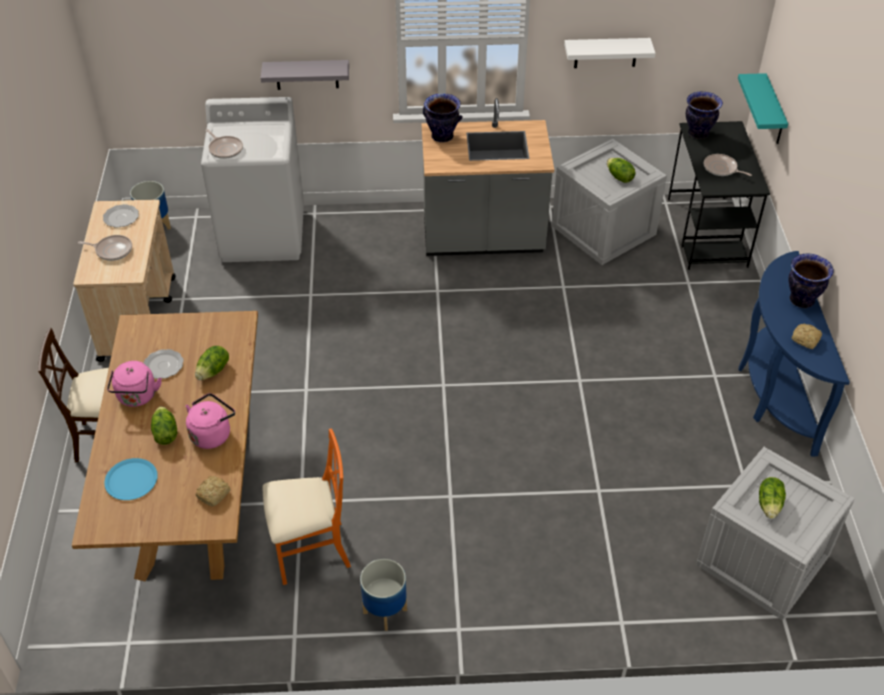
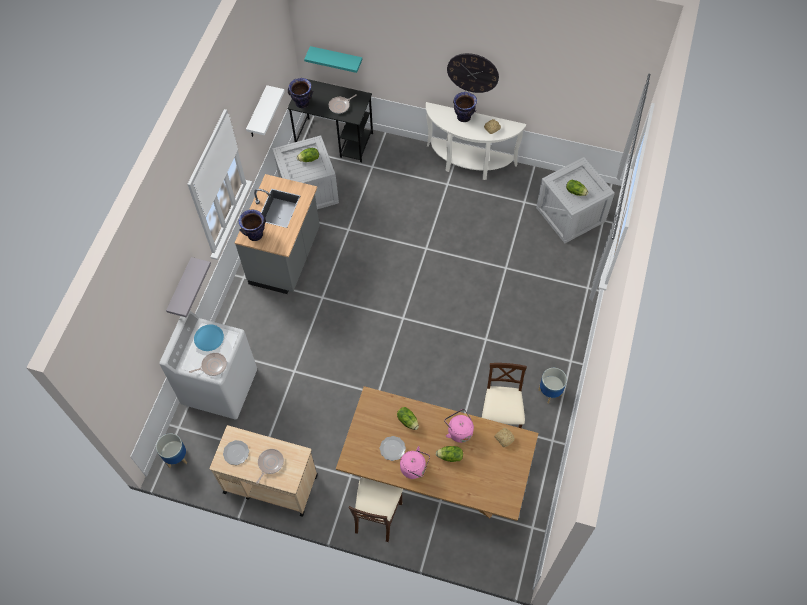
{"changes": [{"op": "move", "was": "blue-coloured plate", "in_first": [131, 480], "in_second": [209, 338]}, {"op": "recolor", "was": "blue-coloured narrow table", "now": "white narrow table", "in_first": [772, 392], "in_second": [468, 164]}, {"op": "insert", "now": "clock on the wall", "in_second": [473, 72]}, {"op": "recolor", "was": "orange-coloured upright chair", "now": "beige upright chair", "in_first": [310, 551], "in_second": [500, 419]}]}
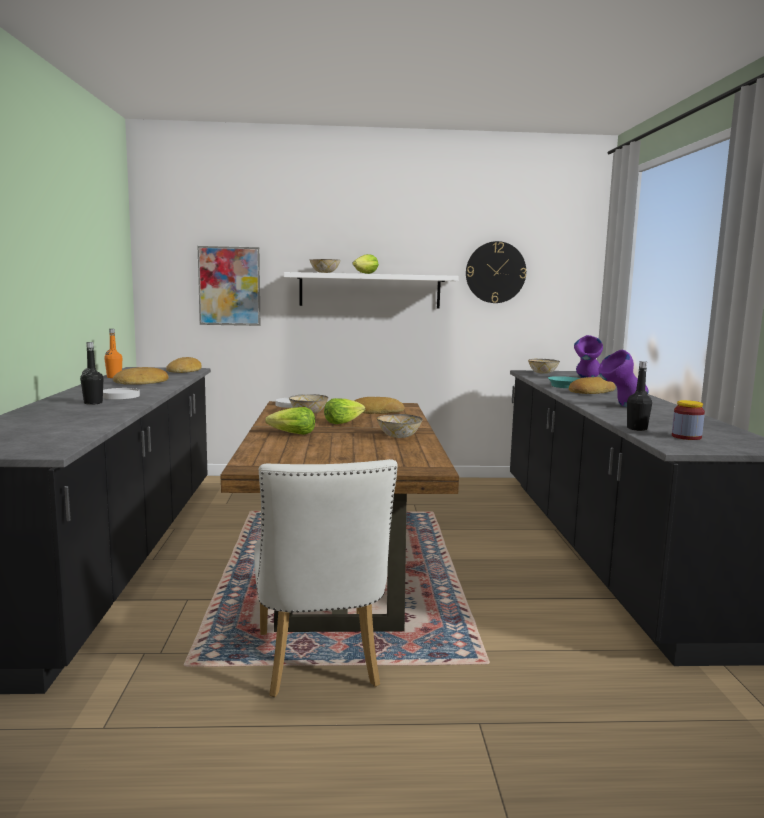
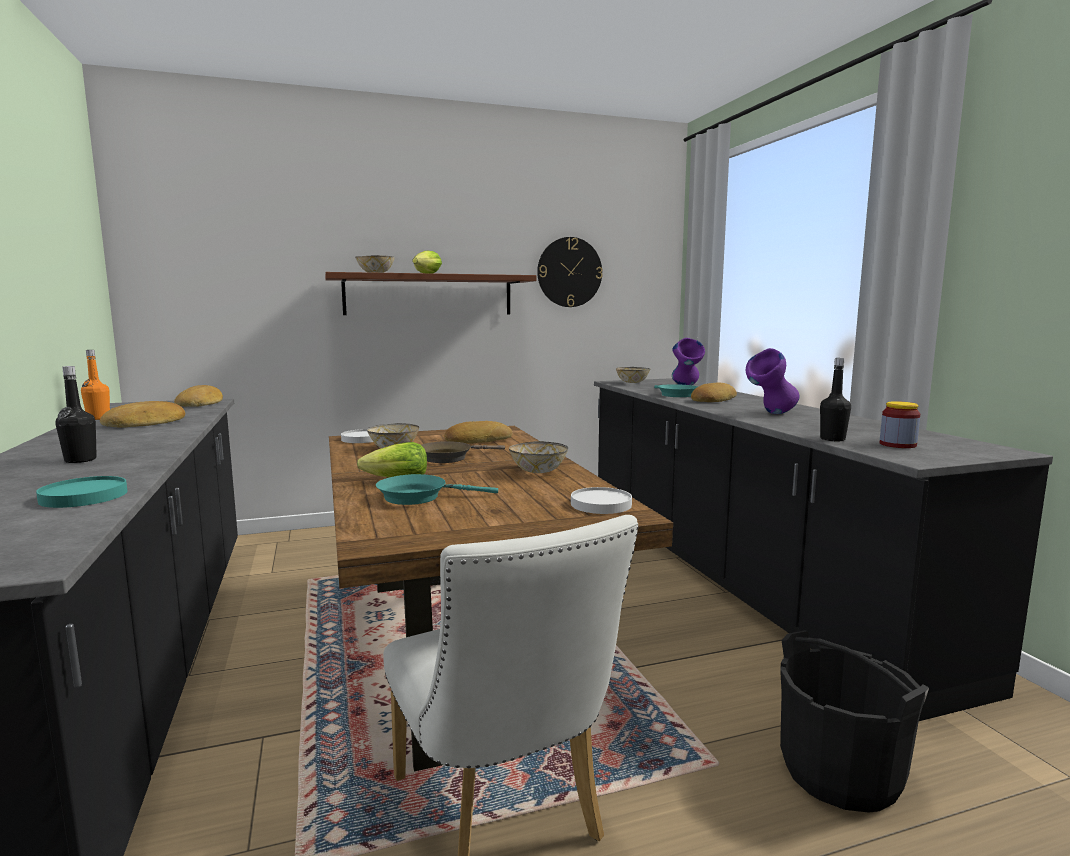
{"changes": [{"op": "insert", "now": "turquoise plate", "in_second": [83, 496]}, {"op": "recolor", "was": "white wall shelf", "now": "brown-coloured wall shelf", "in_first": [370, 290], "in_second": [429, 295]}, {"op": "insert", "now": "turquoise skillet", "in_second": [418, 497]}, {"op": "replace", "was": "head of lettuce", "now": "brown-coloured skillet", "in_first": [342, 422], "in_second": [449, 457]}, {"op": "move", "was": "white plate", "in_first": [120, 396], "in_second": [600, 504]}, {"op": "insert", "now": "blackish bucket", "in_second": [840, 773]}, {"op": "delete", "was": "picture", "in_first": [229, 286]}]}
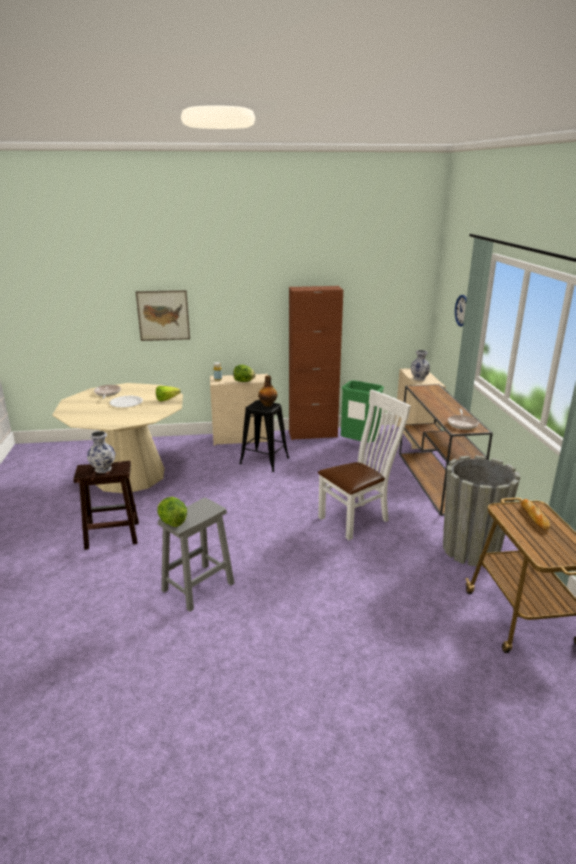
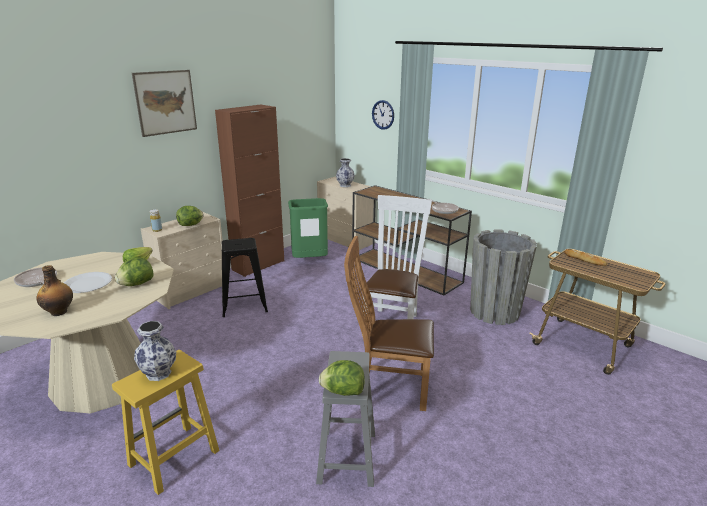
{"changes": [{"op": "move", "was": "beverage bottle", "in_first": [268, 405], "in_second": [59, 312]}, {"op": "recolor", "was": "brown-coloured sitting stool", "now": "yellow-coloured sitting stool", "in_first": [111, 535], "in_second": [173, 459]}, {"op": "insert", "now": "head of lettuce", "in_second": [136, 284]}, {"op": "move", "was": "picture", "in_first": [163, 315], "in_second": [165, 102]}, {"op": "insert", "now": "brown-coloured upright chair", "in_second": [388, 387]}]}
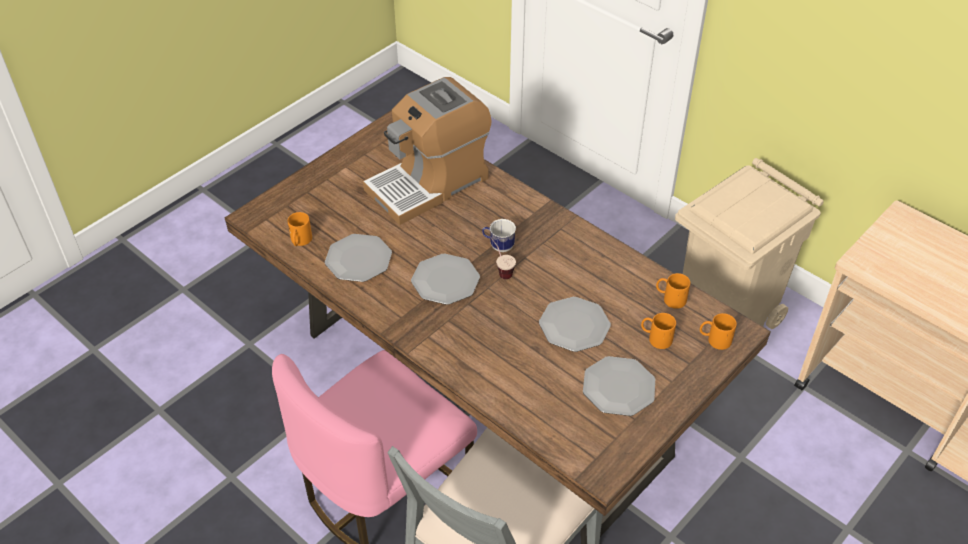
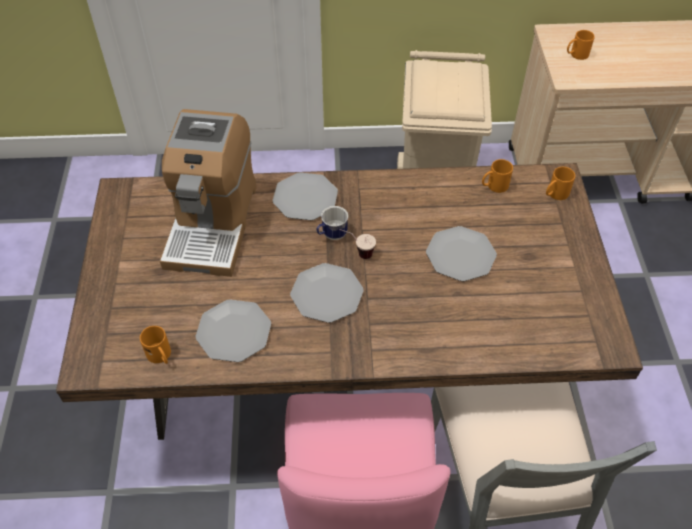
{"changes": [{"op": "move", "was": "plate", "in_first": [618, 387], "in_second": [305, 197]}, {"op": "move", "was": "orange-coloured tea mug", "in_first": [655, 338], "in_second": [576, 55]}]}
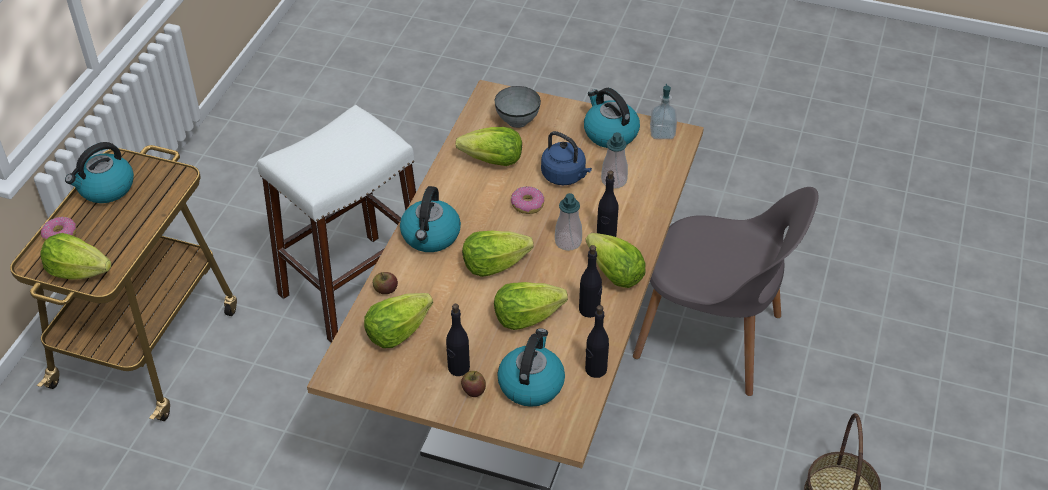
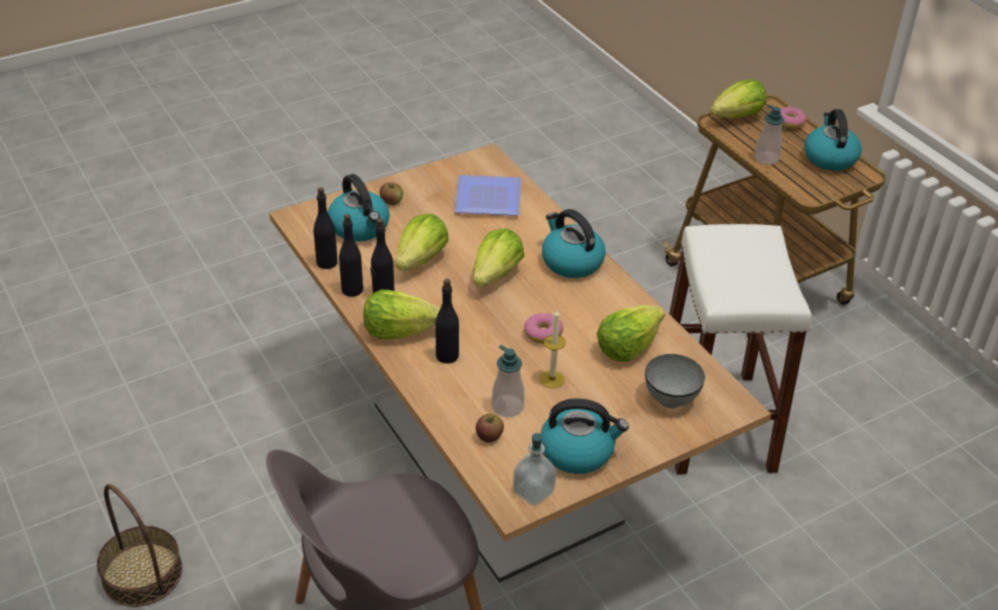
{"changes": [{"op": "move", "was": "blackish beverage bottle", "in_first": [458, 368], "in_second": [352, 289]}, {"op": "replace", "was": "head of lettuce", "now": "plate", "in_first": [397, 332], "in_second": [490, 197]}, {"op": "move", "was": "apple", "in_first": [385, 290], "in_second": [489, 436]}, {"op": "replace", "was": "blue-coloured water kettle", "now": "candle", "in_first": [565, 176], "in_second": [552, 379]}, {"op": "move", "was": "soap bottle", "in_first": [568, 242], "in_second": [766, 158]}]}
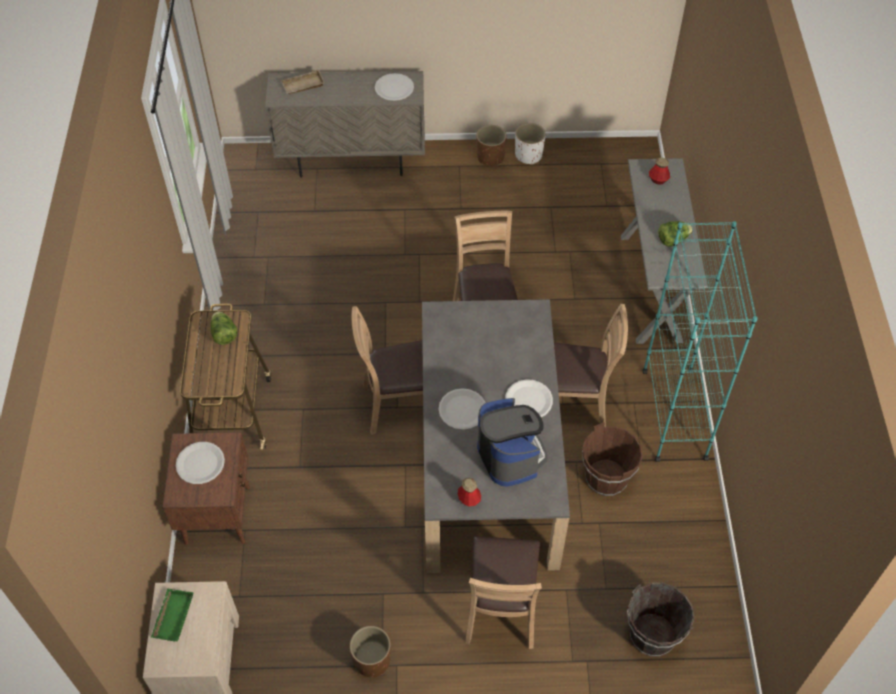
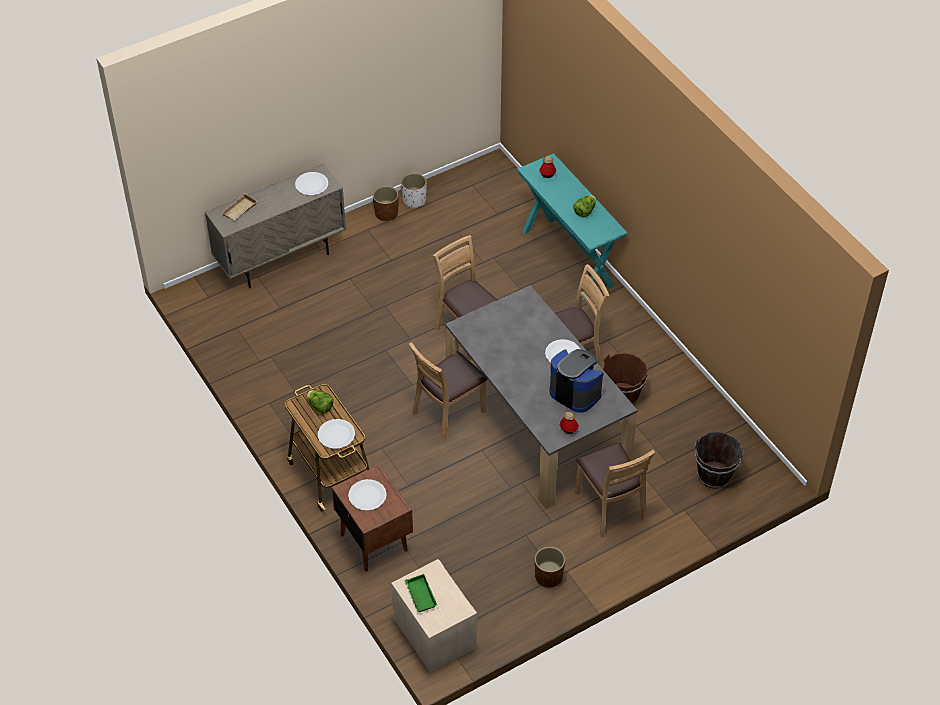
{"changes": [{"op": "move", "was": "white plate", "in_first": [462, 410], "in_second": [336, 434]}, {"op": "recolor", "was": "gray narrow table", "now": "turquoise narrow table", "in_first": [651, 287], "in_second": [567, 258]}, {"op": "delete", "was": "turquoise shelving unit", "in_first": [674, 413]}]}
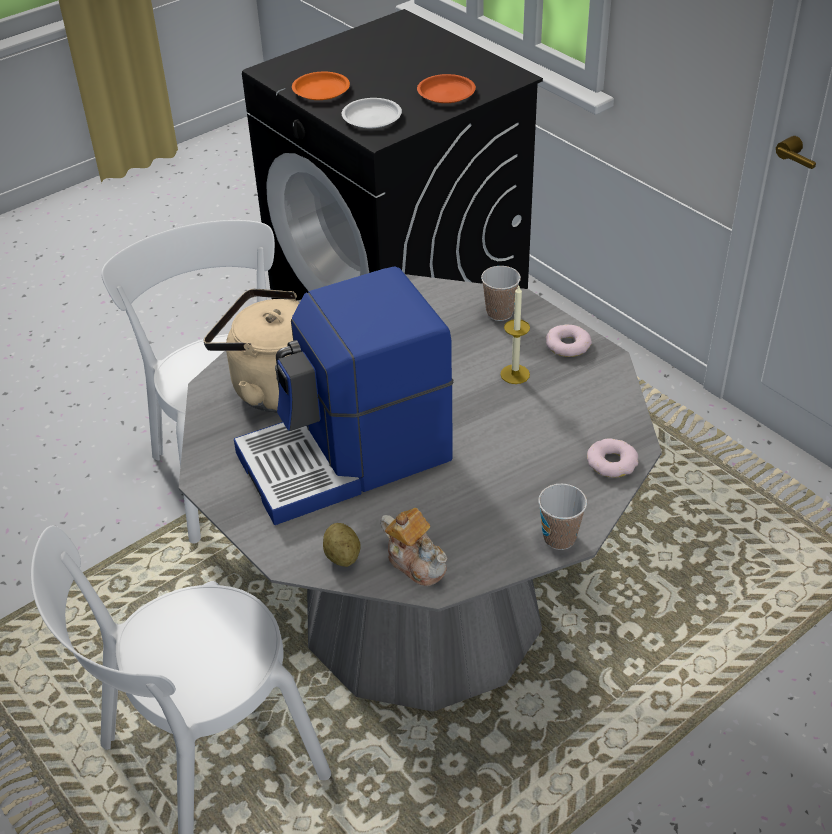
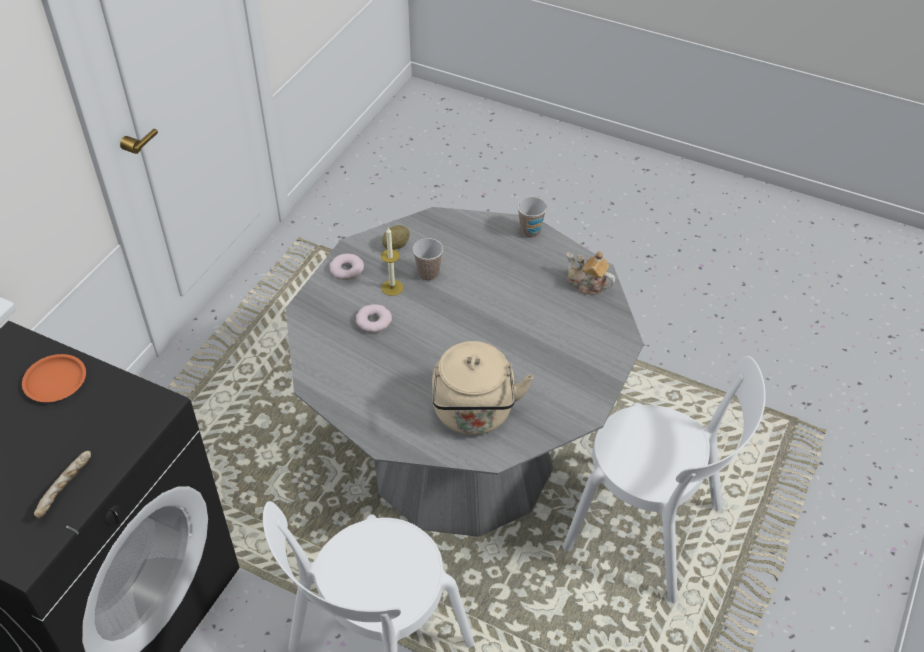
{"changes": [{"op": "replace", "was": "orange-coloured plate", "now": "baked bread", "in_first": [321, 90], "in_second": [66, 489]}, {"op": "move", "was": "doughnut", "in_first": [612, 462], "in_second": [373, 321]}, {"op": "move", "was": "spud", "in_first": [342, 556], "in_second": [396, 245]}, {"op": "move", "was": "drinking cup", "in_first": [499, 313], "in_second": [428, 273]}, {"op": "rotate", "was": "teapot", "in_first": [416, 562], "in_second": [587, 284], "clockwise": -75}, {"op": "delete", "was": "coffee maker", "in_first": [347, 458]}, {"op": "delete", "was": "white plate", "in_first": [371, 118]}]}
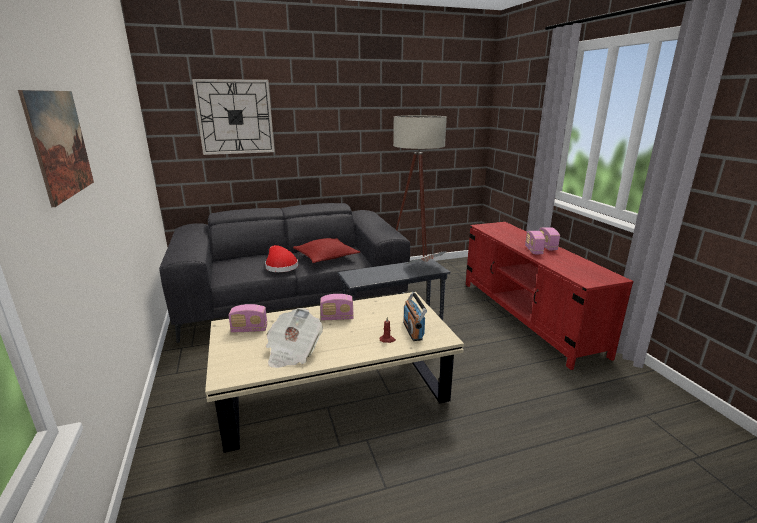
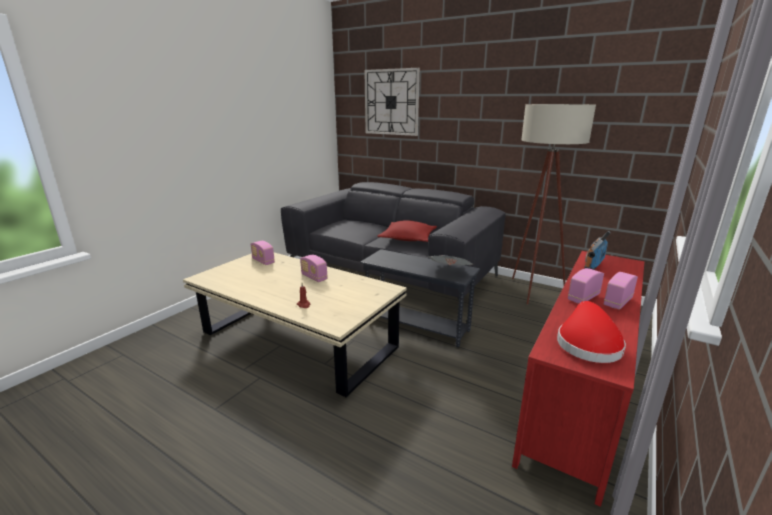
{"changes": [{"op": "move", "was": "red-coloured clothing hat", "in_first": [280, 266], "in_second": [587, 343]}, {"op": "move", "was": "radio set", "in_first": [413, 331], "in_second": [594, 264]}, {"op": "delete", "was": "picture", "in_first": [60, 144]}, {"op": "delete", "was": "daily paper", "in_first": [292, 352]}]}
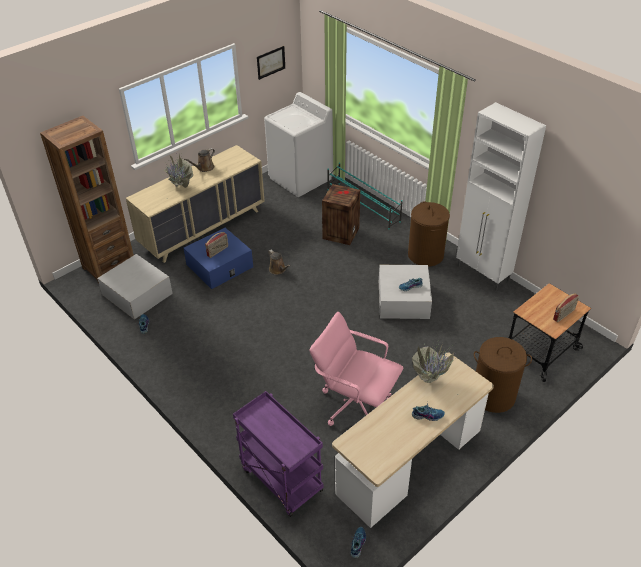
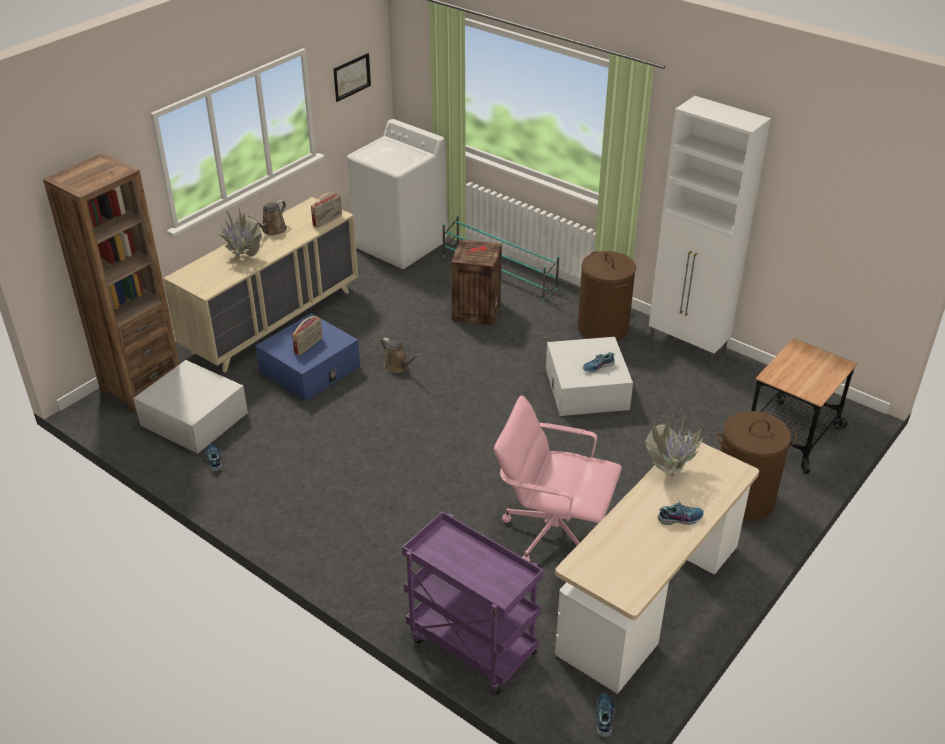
{"changes": [{"op": "move", "was": "radio set", "in_first": [564, 315], "in_second": [328, 221]}]}
